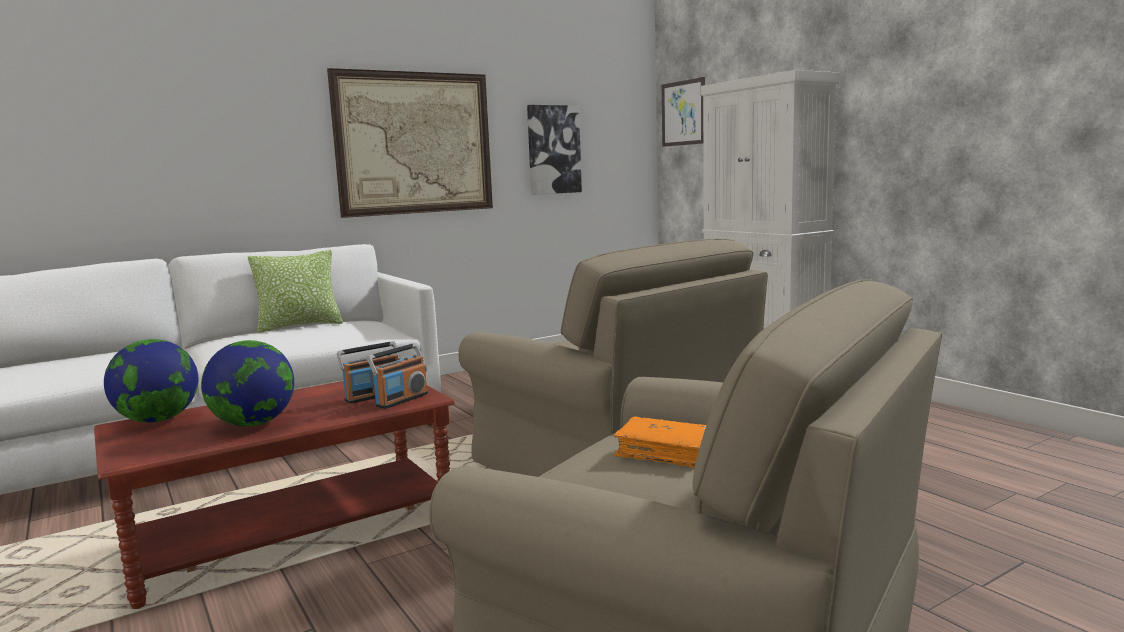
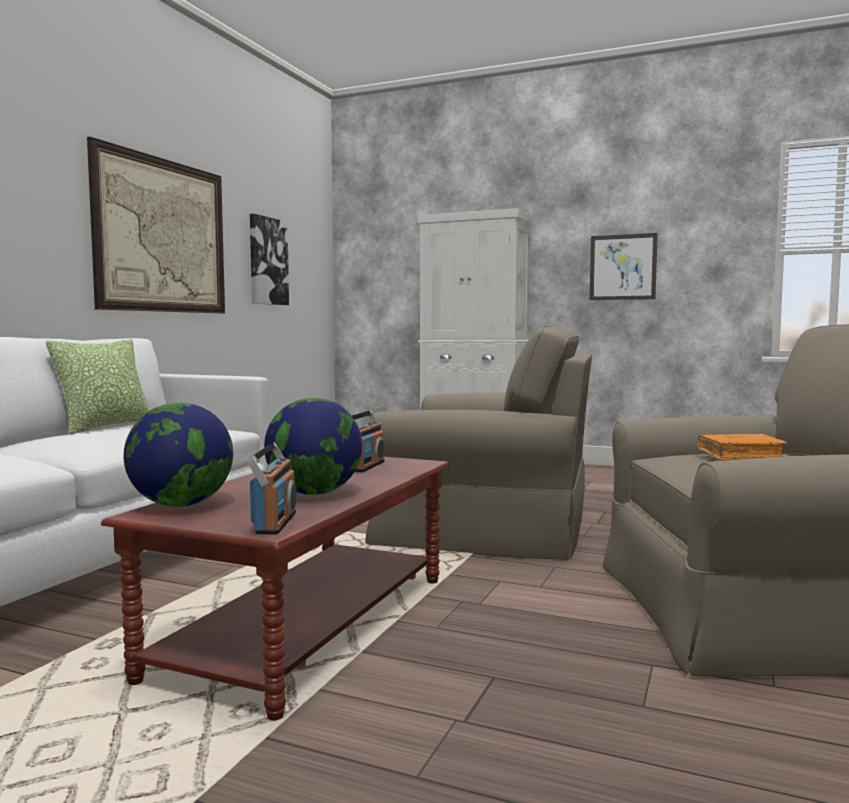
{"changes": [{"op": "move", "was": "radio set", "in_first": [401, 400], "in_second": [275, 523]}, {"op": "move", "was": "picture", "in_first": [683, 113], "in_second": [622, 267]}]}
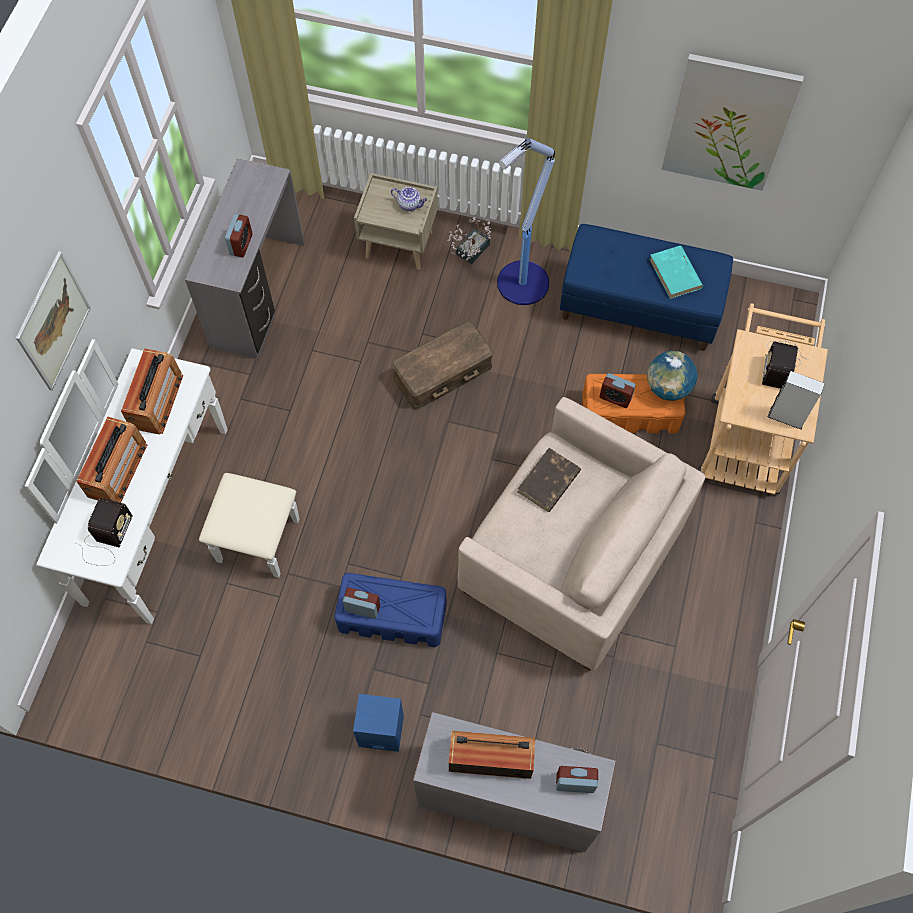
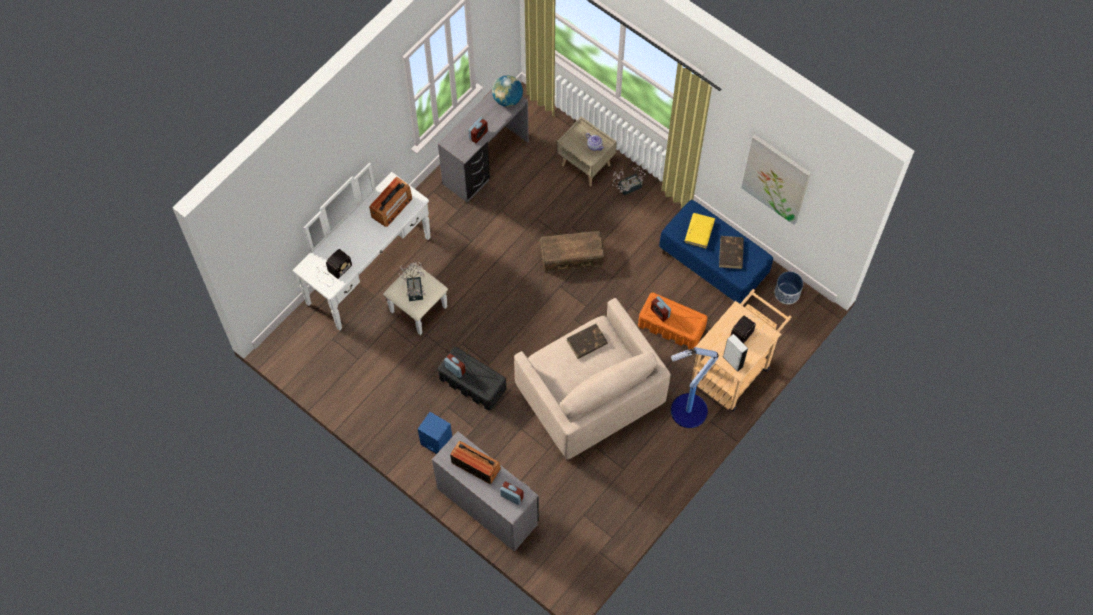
{"changes": [{"op": "insert", "now": "potted plant", "in_second": [415, 288]}, {"op": "recolor", "was": "blue-coloured storage box", "now": "blackish storage box", "in_first": [391, 616], "in_second": [472, 383]}, {"op": "move", "was": "desk globe", "in_first": [668, 387], "in_second": [507, 99]}, {"op": "move", "was": "standing lamp", "in_first": [521, 284], "in_second": [687, 411]}, {"op": "insert", "now": "yellow-coloured book", "in_second": [699, 231]}, {"op": "recolor", "was": "turquoise book", "now": "brown-coloured book", "in_first": [675, 274], "in_second": [731, 253]}, {"op": "insert", "now": "planter", "in_second": [787, 293]}, {"op": "delete", "was": "picture", "in_first": [53, 321]}, {"op": "delete", "was": "radio set", "in_first": [117, 470]}]}
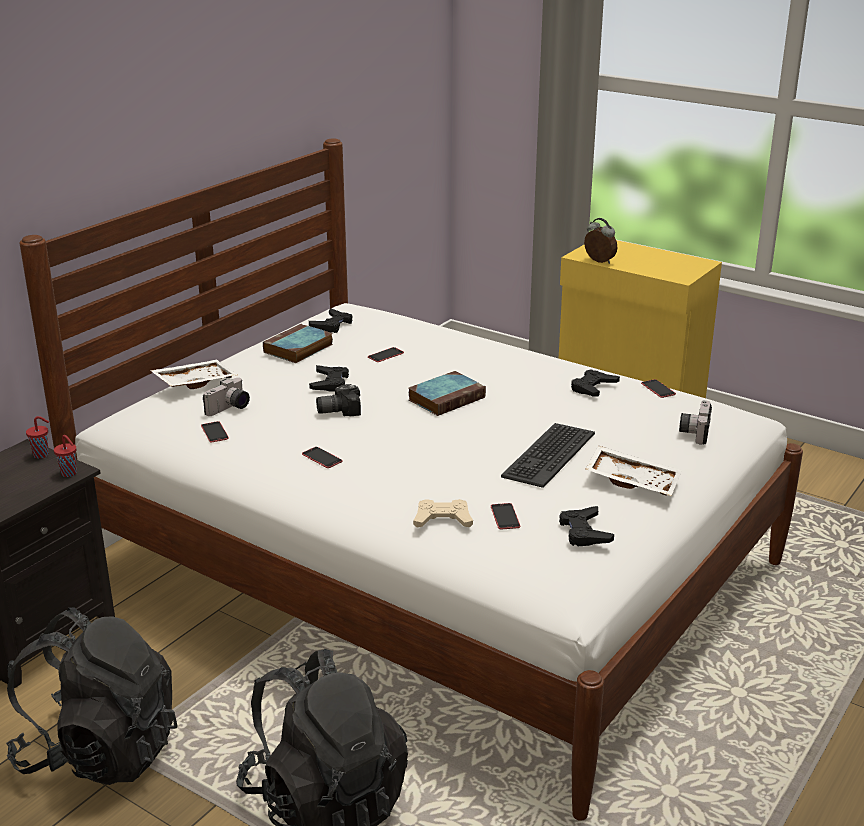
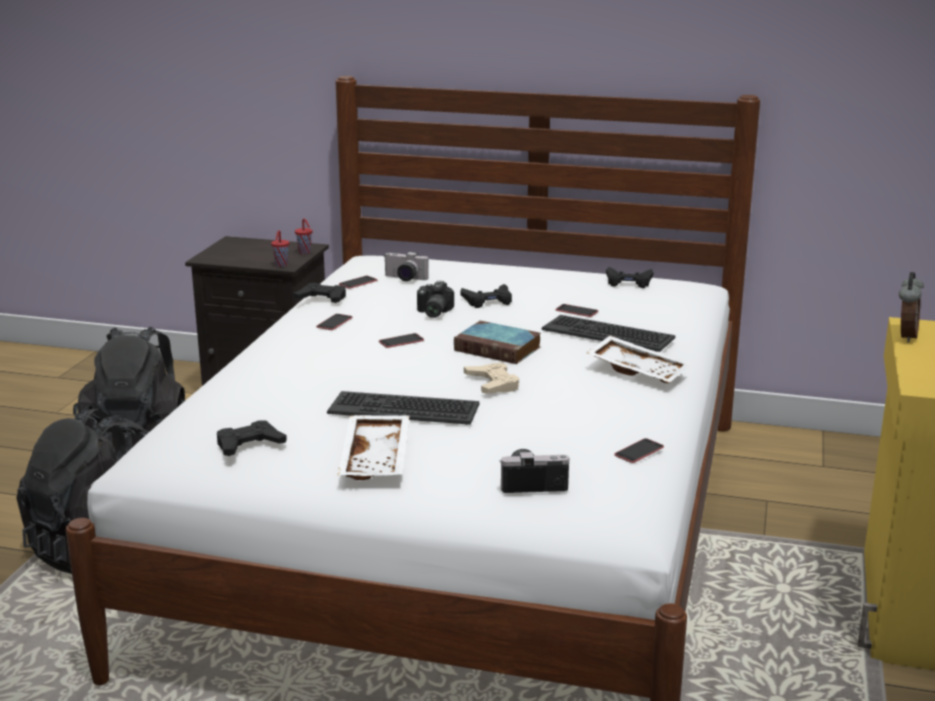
{"changes": [{"op": "move", "was": "blackish game controller", "in_first": [593, 388], "in_second": [322, 298]}, {"op": "move", "was": "telephone", "in_first": [505, 516], "in_second": [401, 341]}, {"op": "rotate", "was": "photo camera", "in_first": [338, 410], "in_second": [432, 312], "clockwise": -135}, {"op": "move", "was": "beige game controller", "in_first": [443, 520], "in_second": [492, 384]}, {"op": "insert", "now": "computer keyboard", "in_second": [608, 334]}, {"op": "move", "was": "white serving tray", "in_first": [194, 382], "in_second": [638, 370]}, {"op": "delete", "was": "book", "in_first": [298, 349]}]}
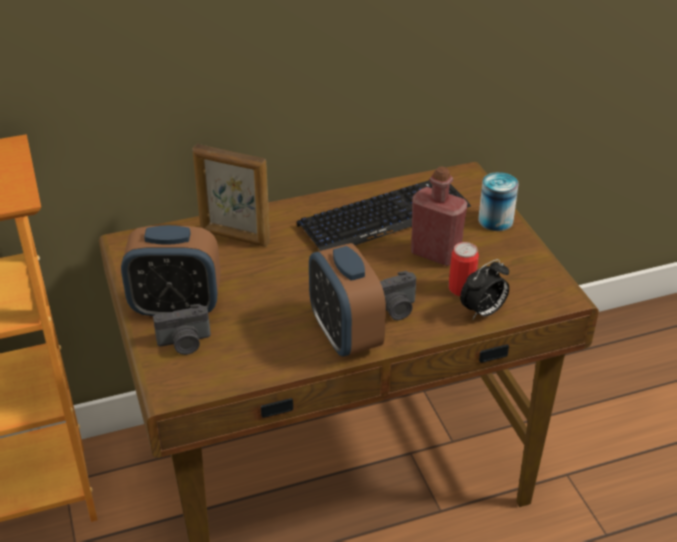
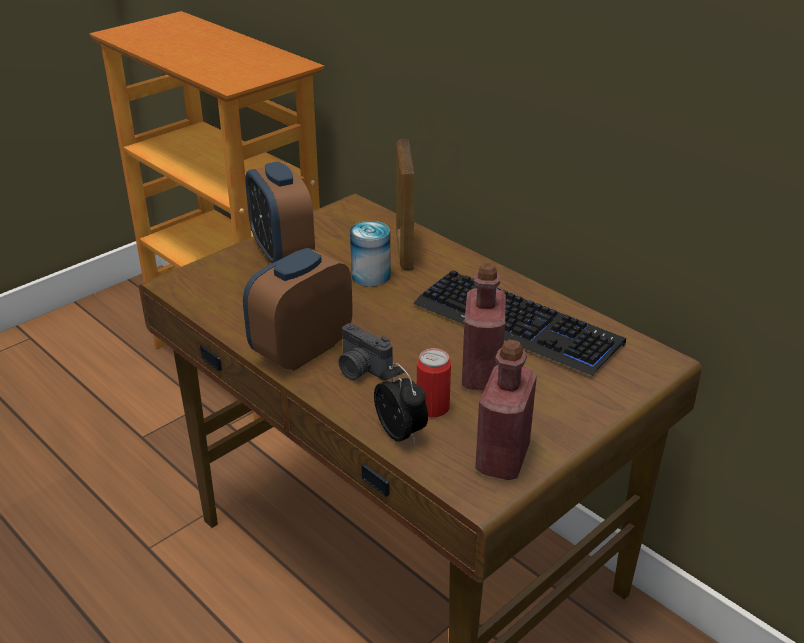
{"changes": [{"op": "move", "was": "sealed can", "in_first": [495, 220], "in_second": [371, 276]}, {"op": "rotate", "was": "bedside clock", "in_first": [483, 312], "in_second": [401, 433], "clockwise": -150}, {"op": "insert", "now": "red-coloured beverage bottle", "in_second": [502, 458]}, {"op": "delete", "was": "photo camera", "in_first": [185, 343]}]}
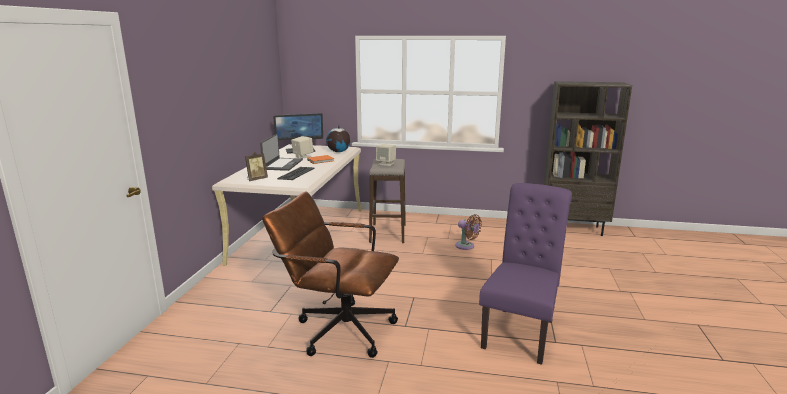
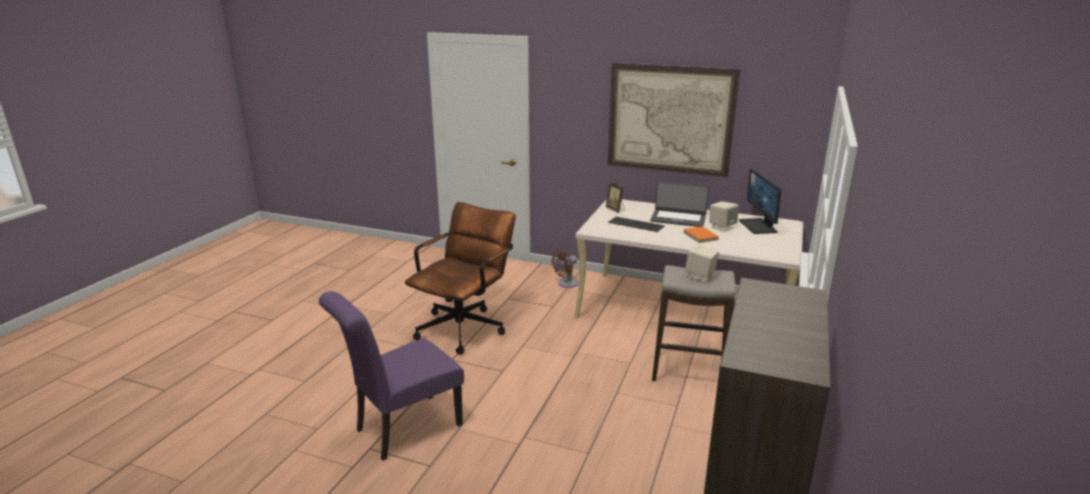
{"changes": [{"op": "rotate", "was": "purple upright chair", "in_first": [521, 331], "in_second": [402, 429], "clockwise": 105}, {"op": "move", "was": "brown-coloured fan", "in_first": [466, 246], "in_second": [566, 284]}, {"op": "insert", "now": "picture", "in_second": [670, 120]}, {"op": "delete", "was": "desk globe", "in_first": [338, 152]}]}
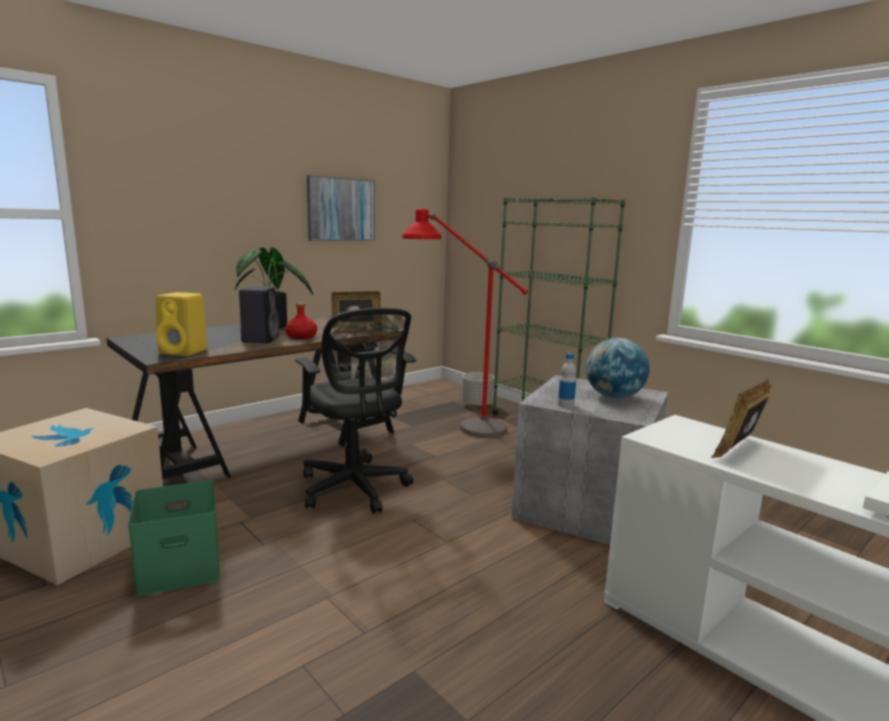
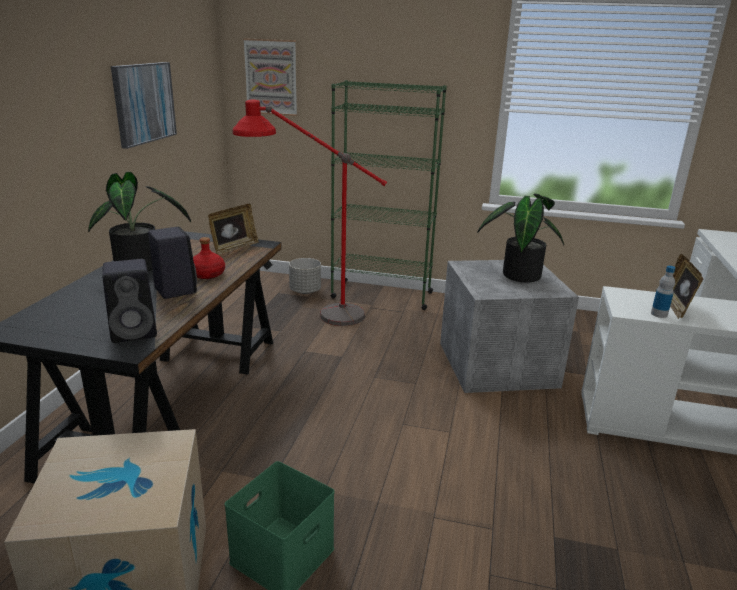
{"changes": [{"op": "recolor", "was": "yellow-coloured speaker", "now": "blackish speaker", "in_first": [185, 352], "in_second": [135, 331]}, {"op": "insert", "now": "picture", "in_second": [271, 77]}, {"op": "replace", "was": "desk globe", "now": "potted plant", "in_first": [614, 397], "in_second": [518, 274]}, {"op": "move", "was": "beverage bottle", "in_first": [565, 405], "in_second": [659, 314]}, {"op": "delete", "was": "blackish desk chair", "in_first": [355, 489]}]}
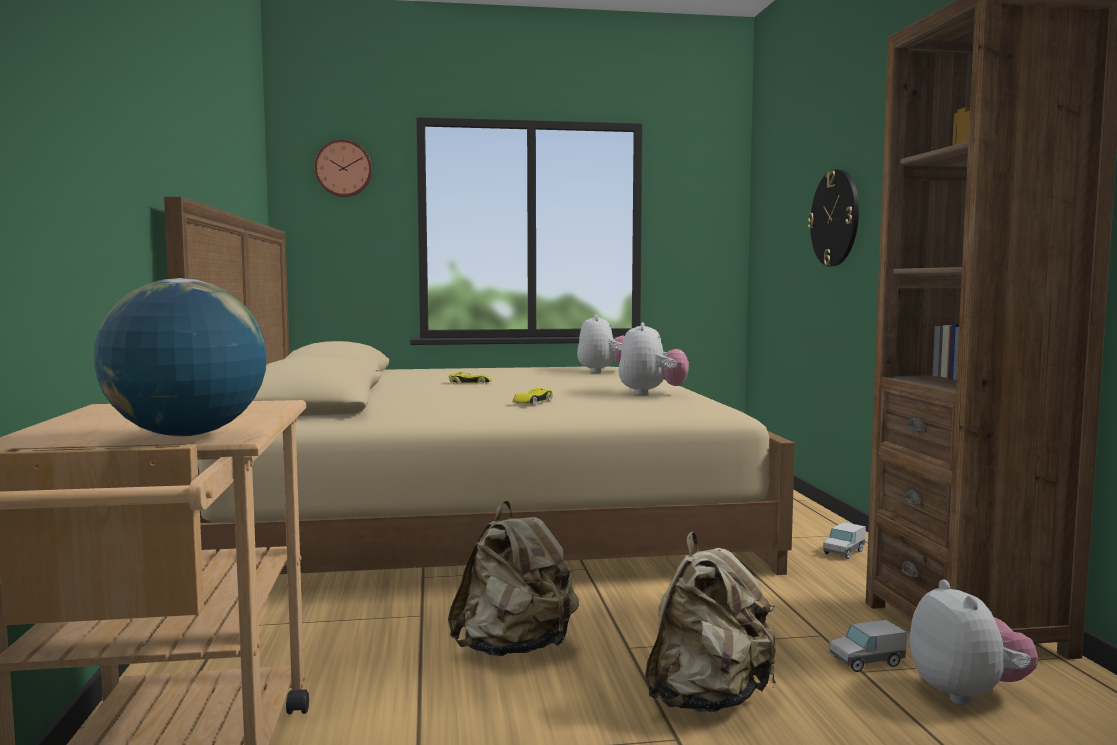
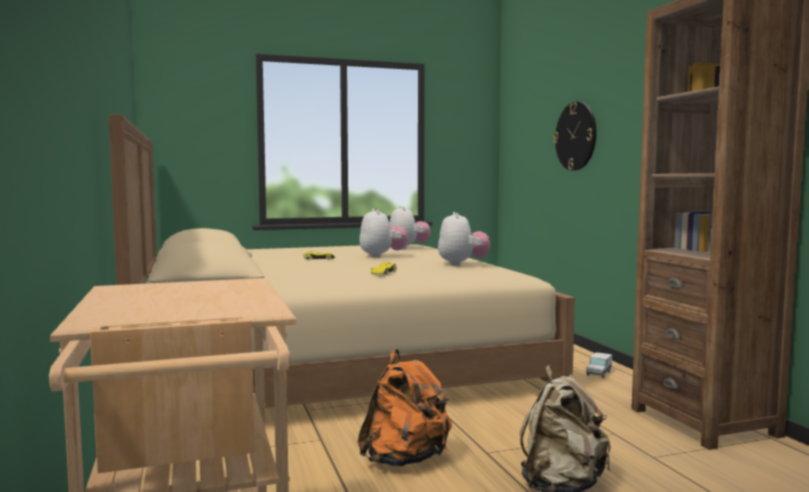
{"changes": [{"op": "recolor", "was": "beige knapsack", "now": "orange-coloured knapsack", "in_first": [515, 649], "in_second": [405, 460]}, {"op": "move", "was": "cuddly toy", "in_first": [967, 694], "in_second": [382, 256]}, {"op": "delete", "was": "desk globe", "in_first": [186, 435]}, {"op": "delete", "was": "clock on the wall", "in_first": [343, 168]}, {"op": "delete", "was": "model truck", "in_first": [866, 662]}]}
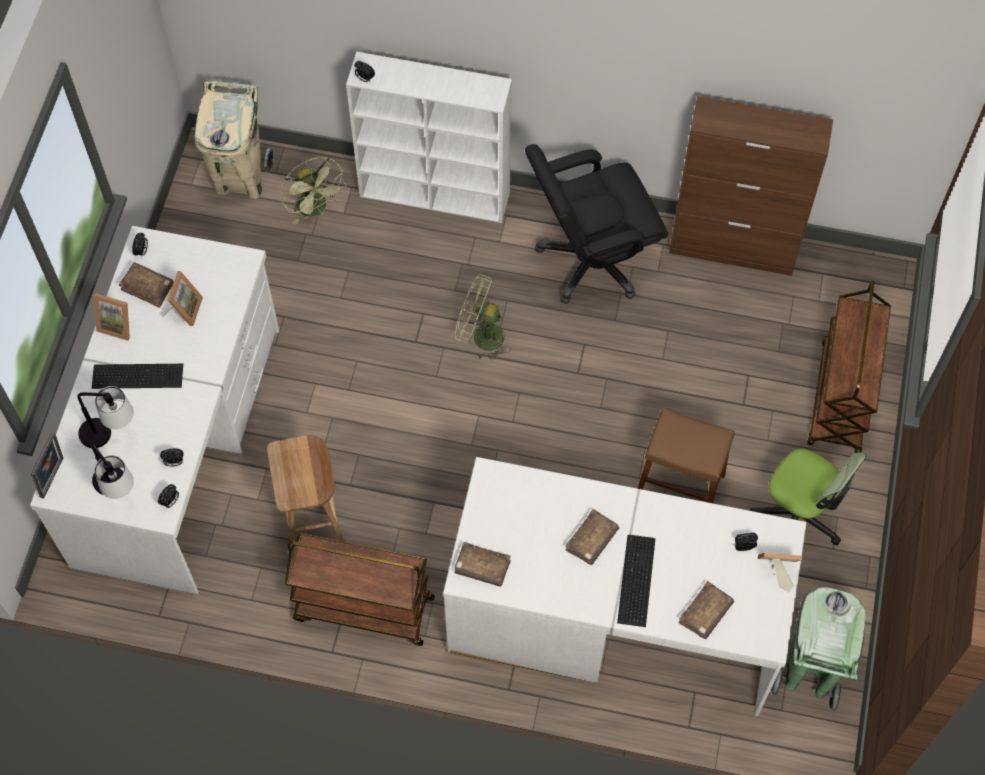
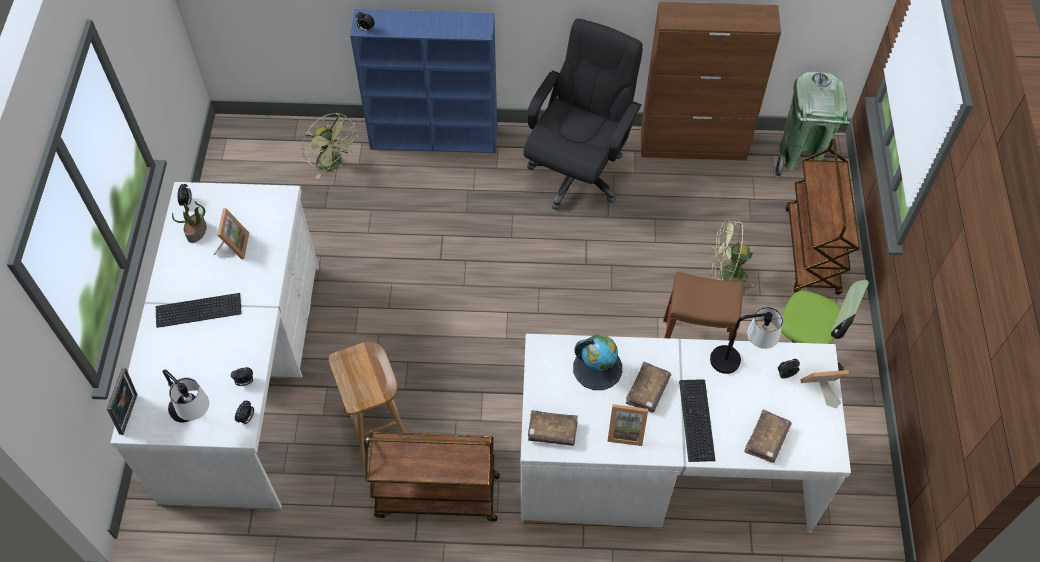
{"changes": [{"op": "replace", "was": "brown-coloured book", "now": "potted plant", "in_first": [148, 288], "in_second": [197, 232]}, {"op": "recolor", "was": "white shelving unit", "now": "blue-coloured shelving unit", "in_first": [436, 194], "in_second": [435, 138]}, {"op": "rotate", "was": "blackish desk chair", "in_first": [591, 261], "in_second": [577, 172], "clockwise": 150}, {"op": "insert", "now": "desk globe", "in_second": [597, 368]}, {"op": "move", "was": "standing frame", "in_first": [118, 324], "in_second": [625, 431]}, {"op": "move", "was": "tabletop lamp", "in_first": [111, 434], "in_second": [739, 358]}, {"op": "move", "was": "greenish fan", "in_first": [481, 336], "in_second": [726, 277]}, {"op": "move", "was": "greenish trash can", "in_first": [808, 672], "in_second": [800, 160]}, {"op": "delete", "was": "beige trash can", "in_first": [241, 178]}]}
